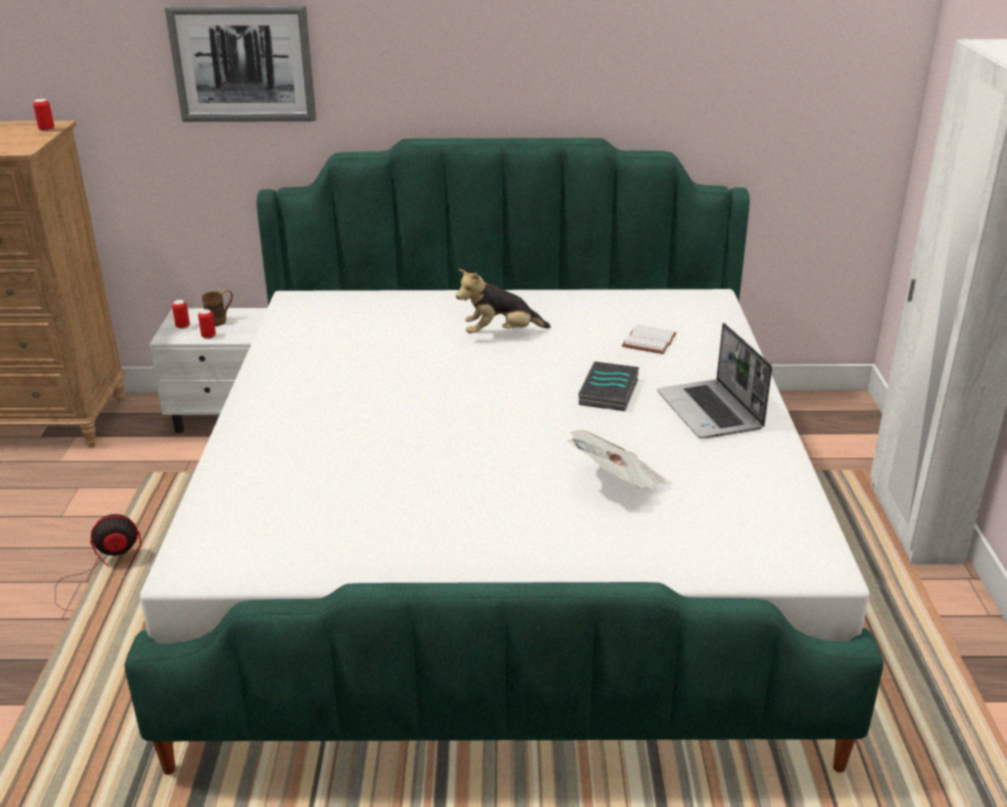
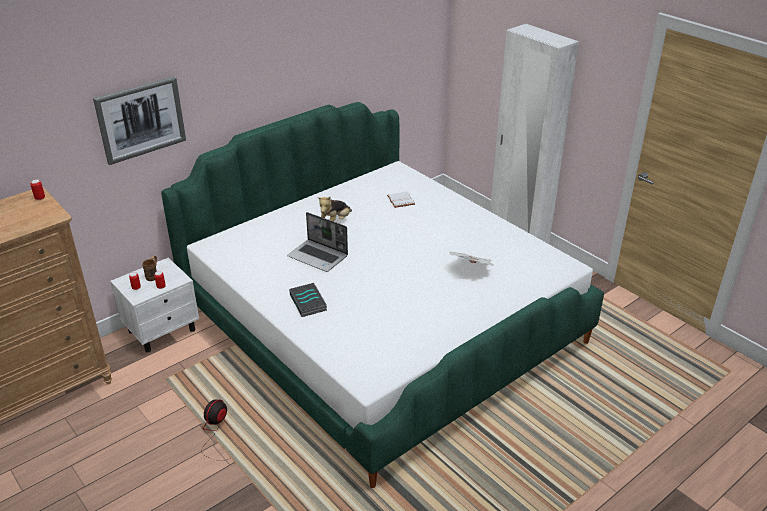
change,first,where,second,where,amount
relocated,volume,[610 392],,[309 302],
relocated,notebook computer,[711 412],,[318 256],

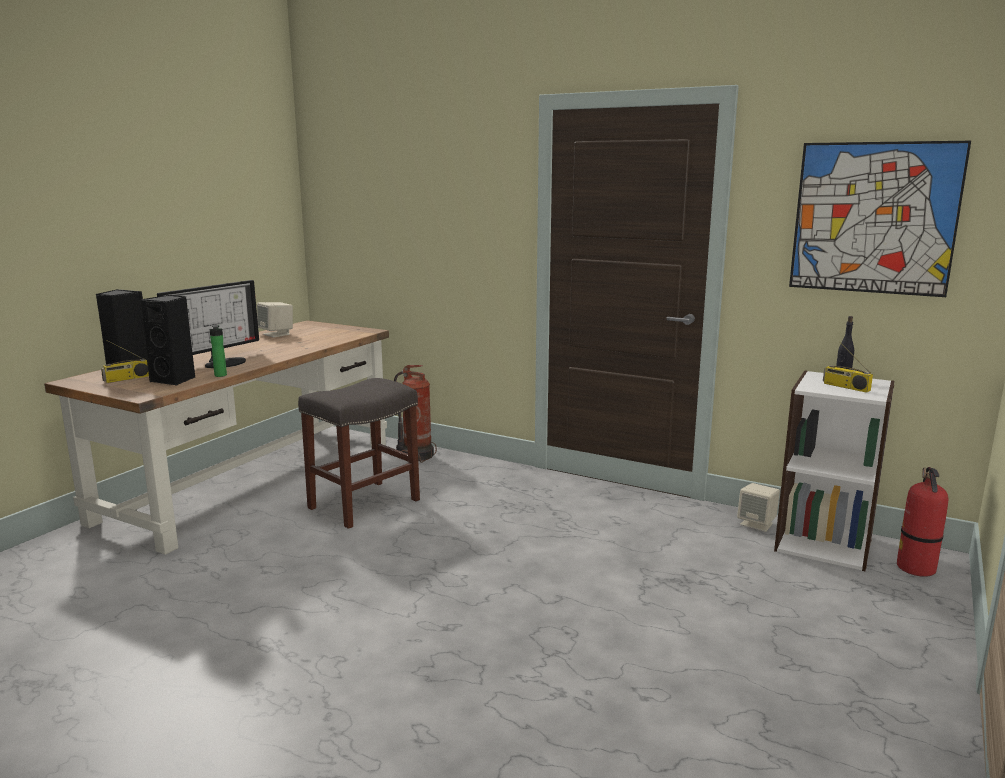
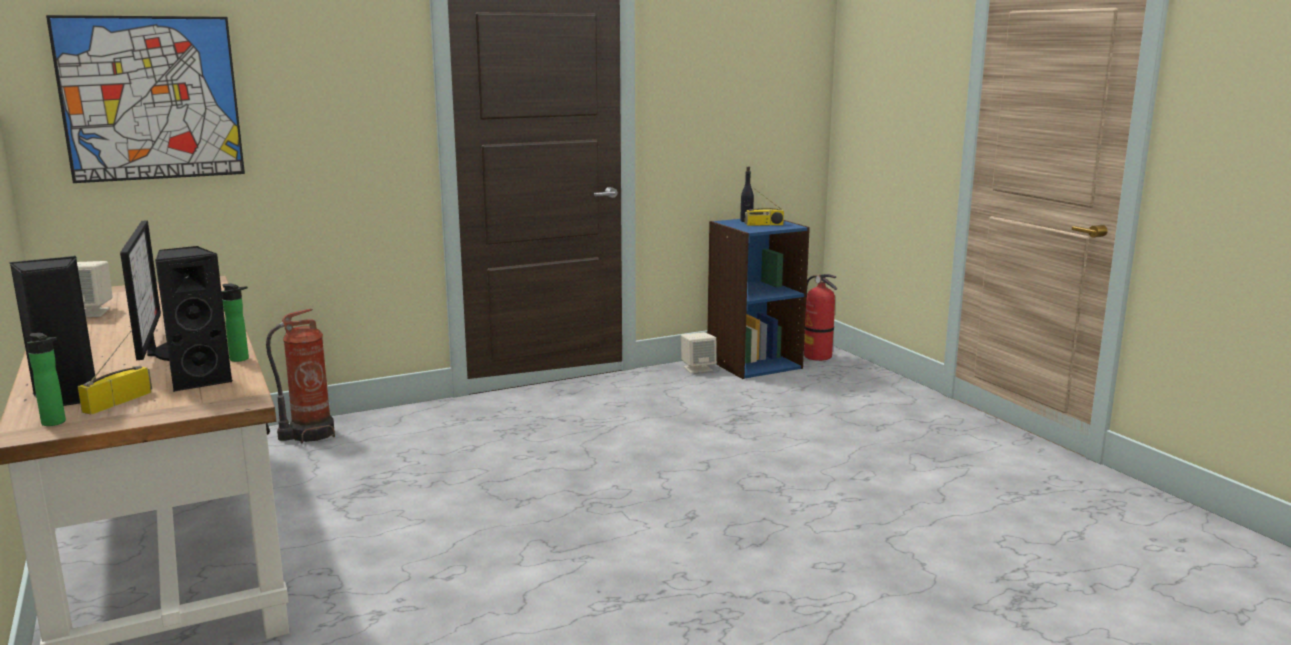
change,first,where,second,where,amount
spun,radio,[126 379],,[118 401],150 degrees counterclockwise
missing,grey sitting stool,[363 504],,,
colour,white shelving unit,[824 543],blue shelving unit,[753 363],
relocated,wall art,[874 218],,[151 98],
appeared,,,beverage bottle,[56 423],

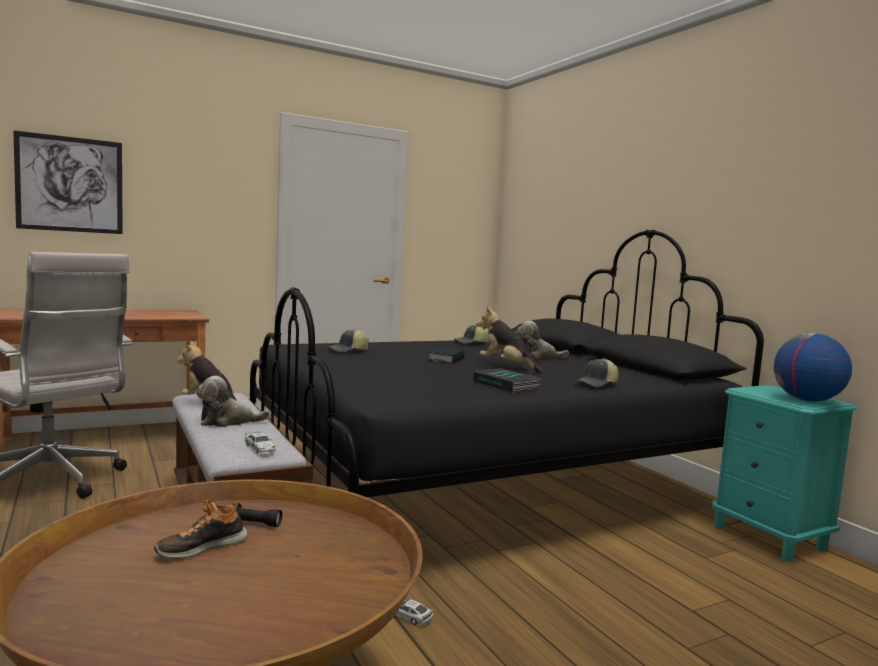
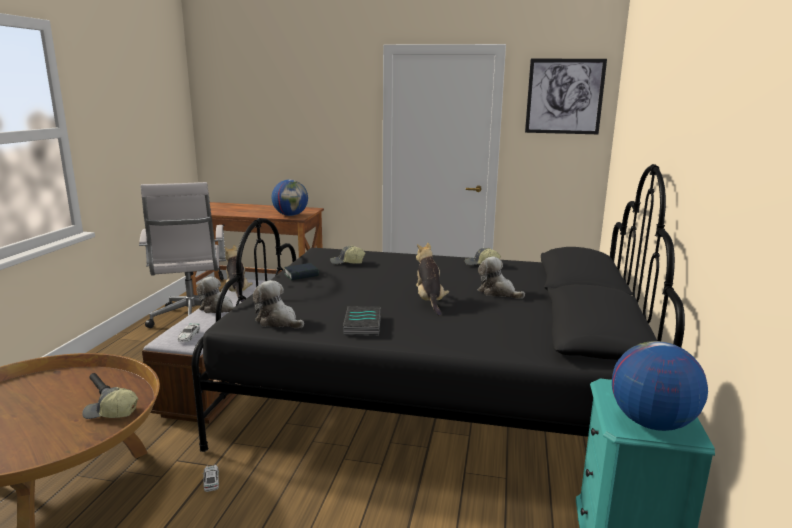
change,first,where,second,where,amount
relocated,wall art,[70 184],,[564 96],
missing,low shoe,[201 547],,,
relocated,volume,[446 360],,[301 275],
relocated,baseball cap,[597 384],,[111 413],
appeared,,,soft toy,[278 321],
appeared,,,globe,[290 215],

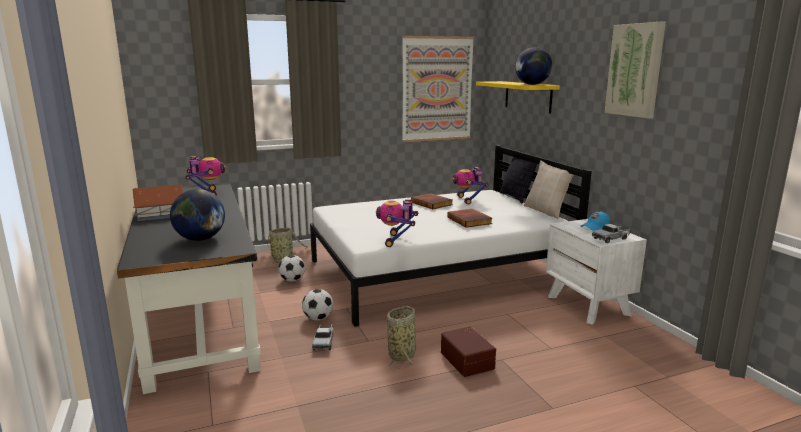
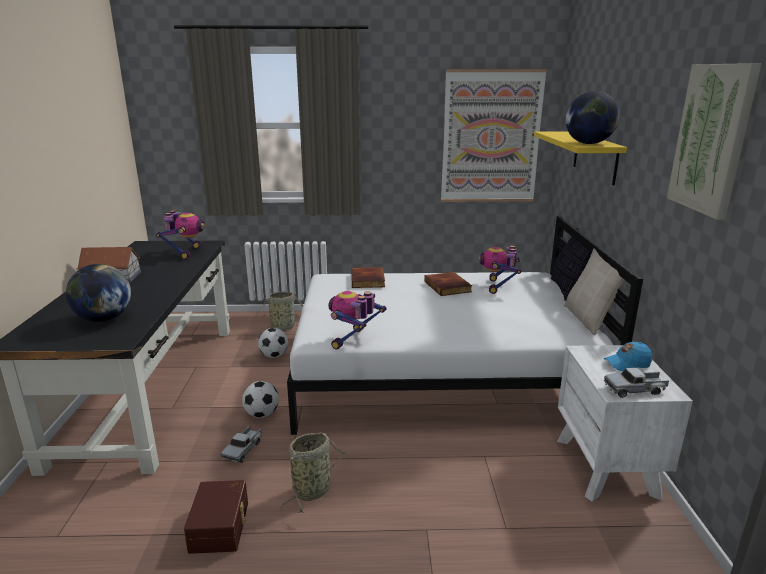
change,first,where,second,where,amount
relocated,brownish storage container,[468 360],,[221 526],
relocated,volume,[470 220],,[368 280],

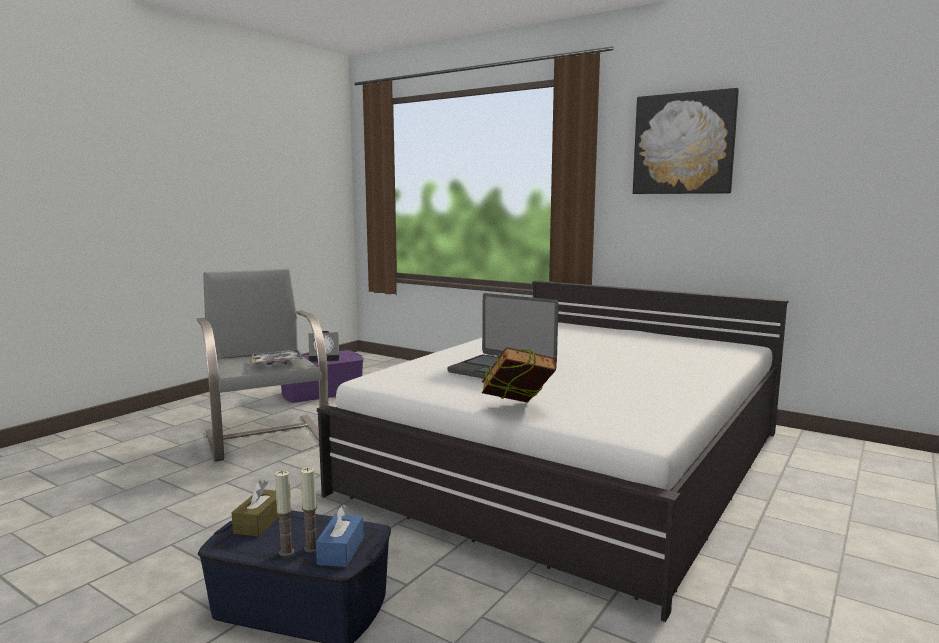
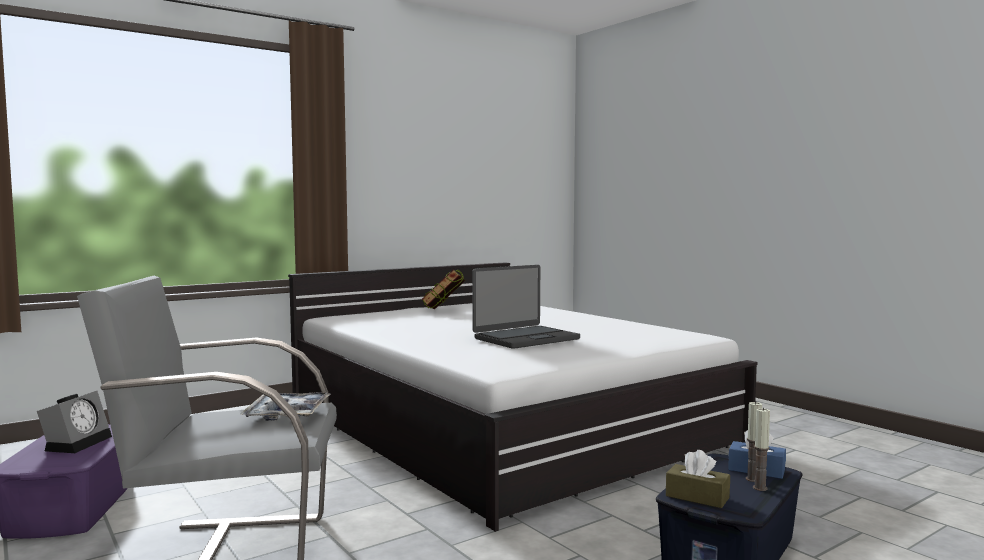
change,first,where,second,where,amount
relocated,volume,[517 409],,[444 311],
missing,wall art,[684 144],,,

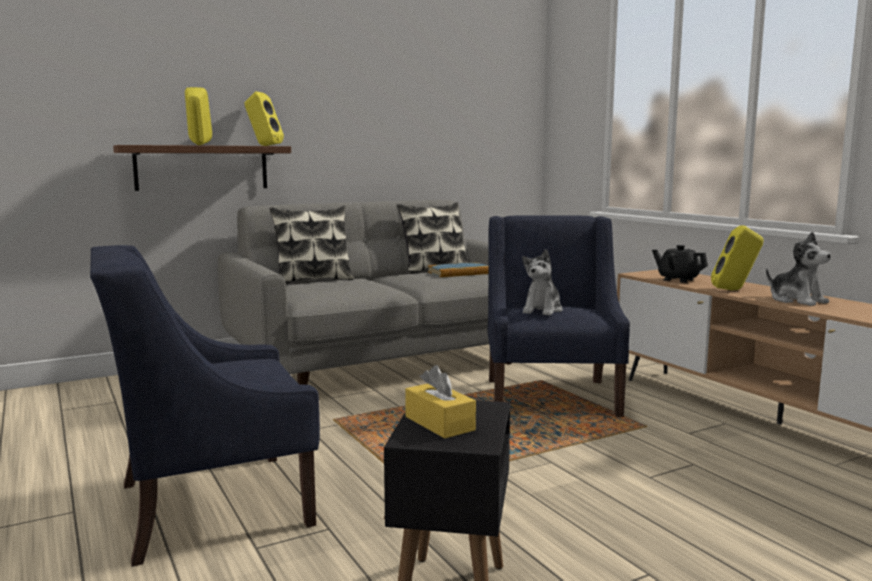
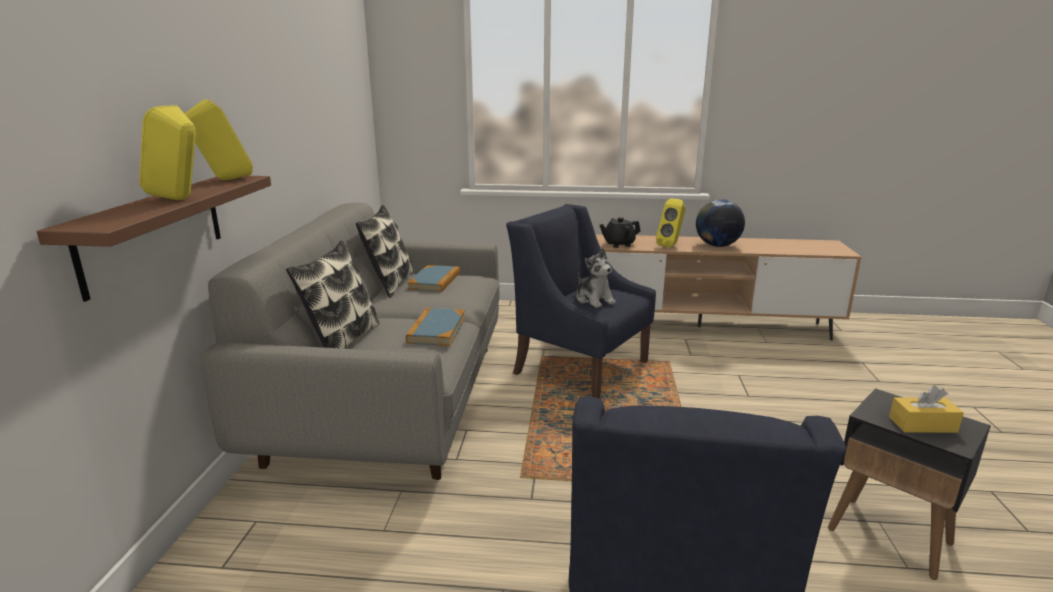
change,first,where,second,where,amount
exchanged,soft toy,[796 300],globe,[717 246],
appeared,,,volume,[436 330],

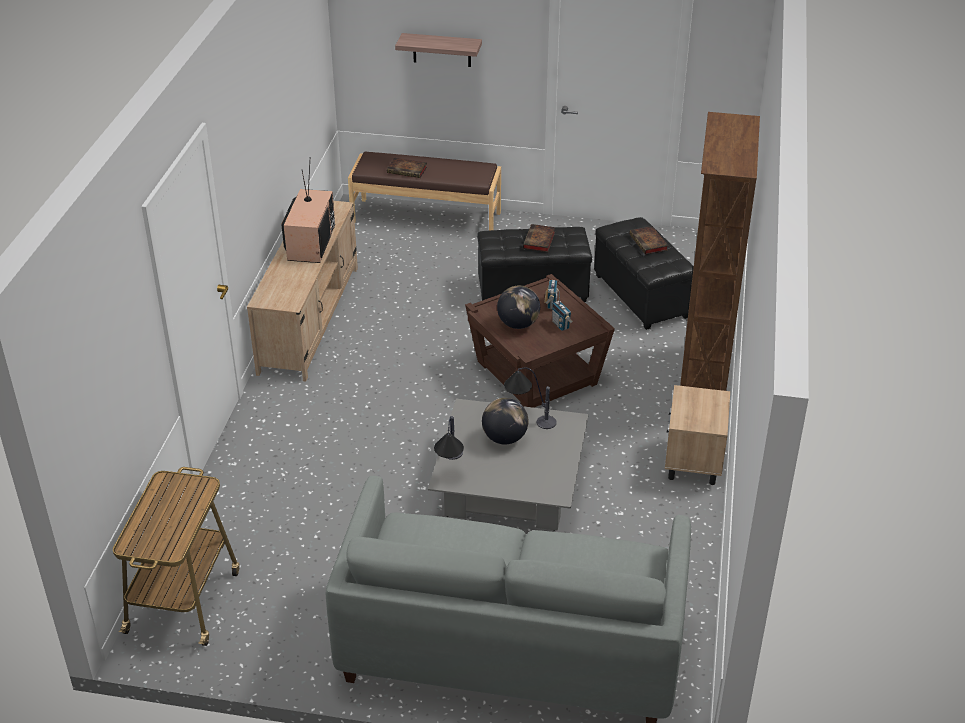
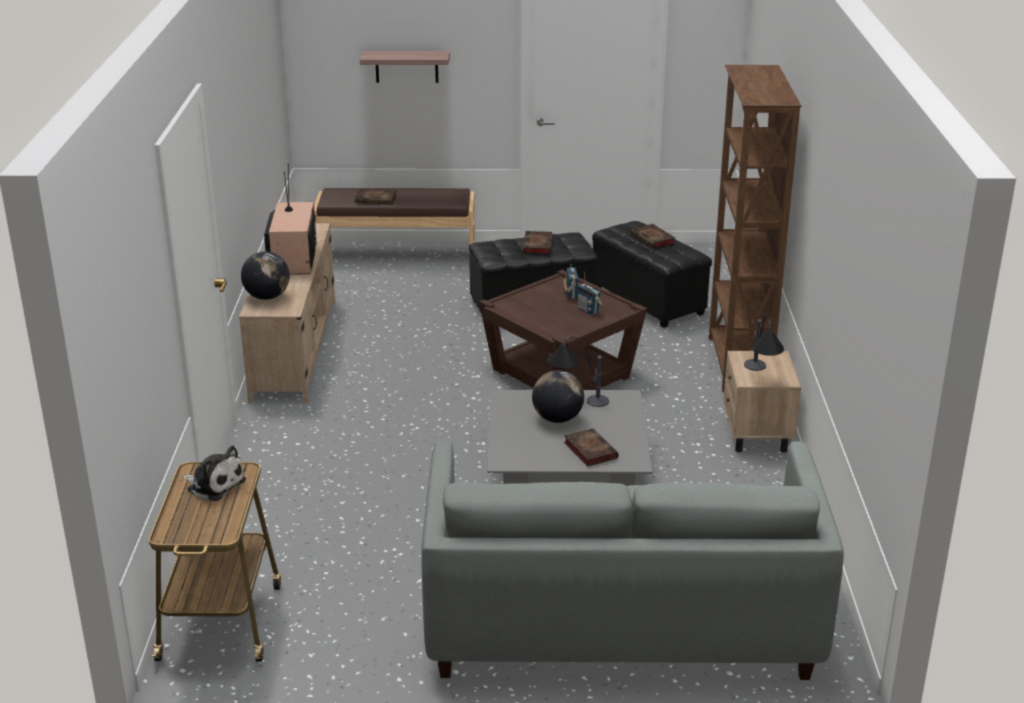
change,first,where,second,where,amount
relocated,table lamp,[450 467],,[761 376],
relocated,globe,[518 324],,[267 297],
appeared,,,soft toy,[214 484],
appeared,,,volume,[589 450],

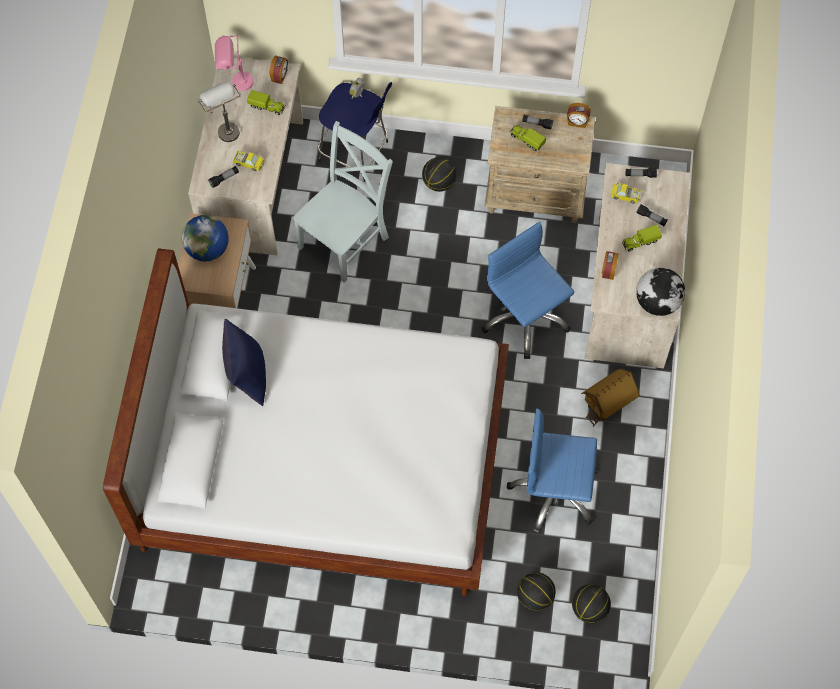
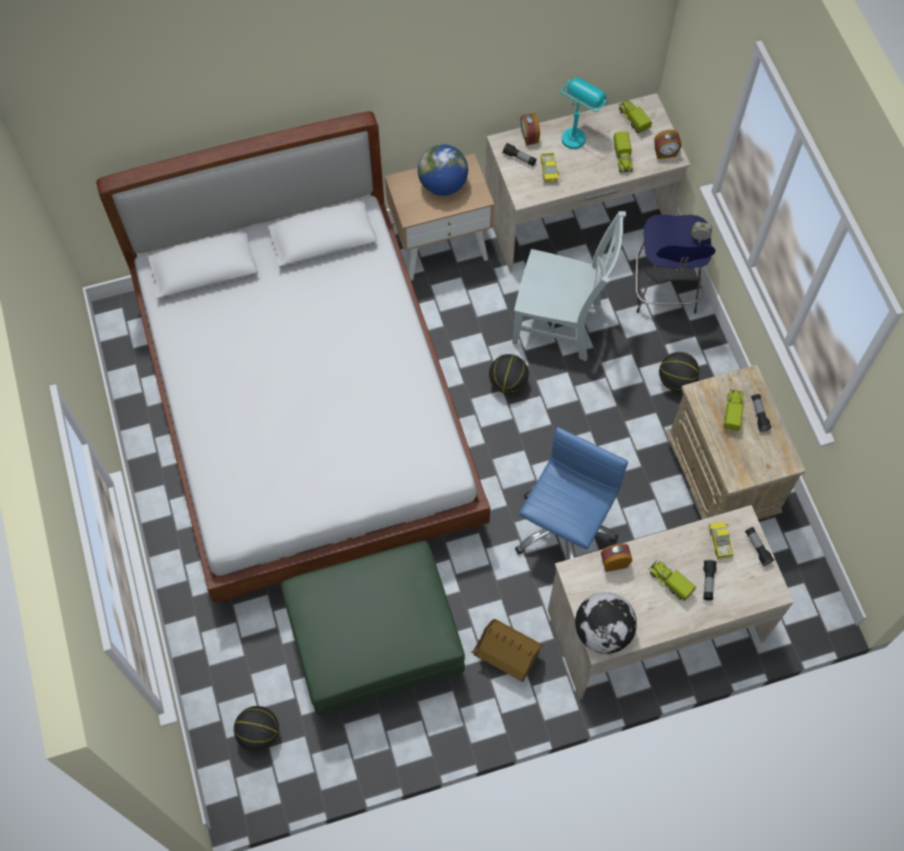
change,first,where,second,where,amount
colour,grey table lamp,[224 127],blue-green table lamp,[577 133],
exchanged,pink-coloured table lamp,[235 83],model truck,[633 120],
missing,blue pillow,[247 376],,,
exchanged,blue office chair,[554 492],green footrest,[375 643],
relocated,basketball ball,[535 597],,[507 383],
relocated,bedside clock,[577 122],,[529 136],

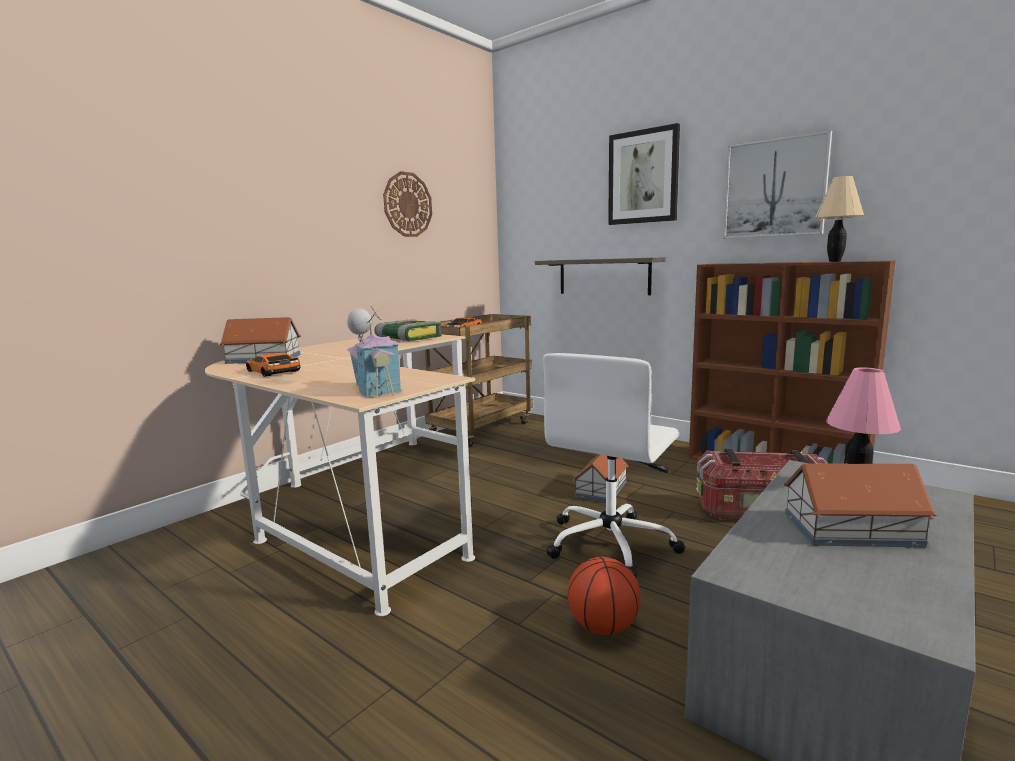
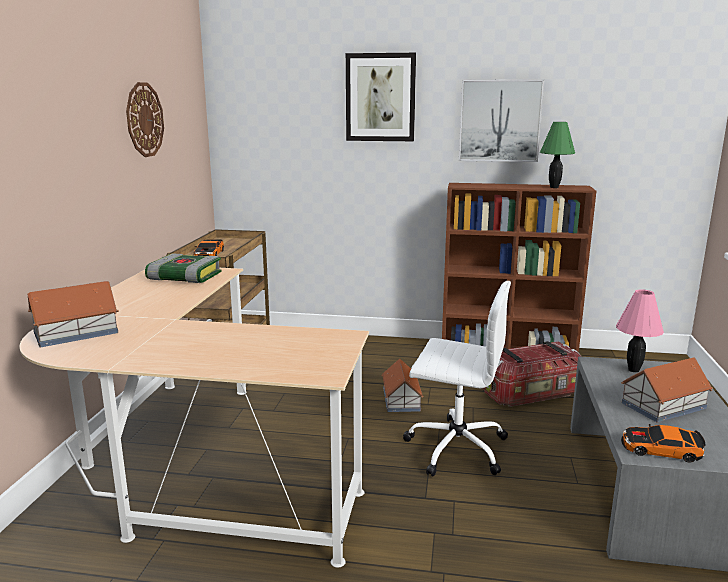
change,first,where,second,where,amount
relocated,miniature car,[271 371],,[661 449],
missing,model house,[375 389],,,
missing,bracket shelf,[603 276],,,
spun,white office chair,[611 543],,[455 447],75 degrees counterclockwise
missing,basketball ball,[603 627],,,
colour,sand-coloured table lamp,[834 261],green table lamp,[554 187],

